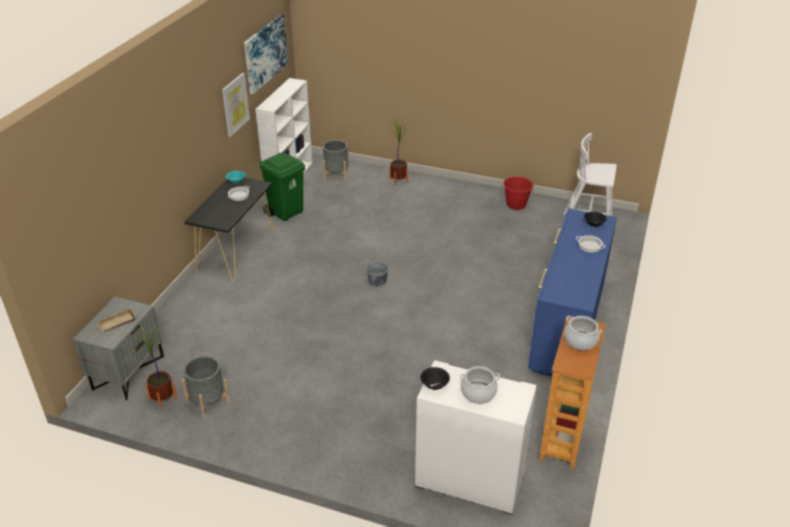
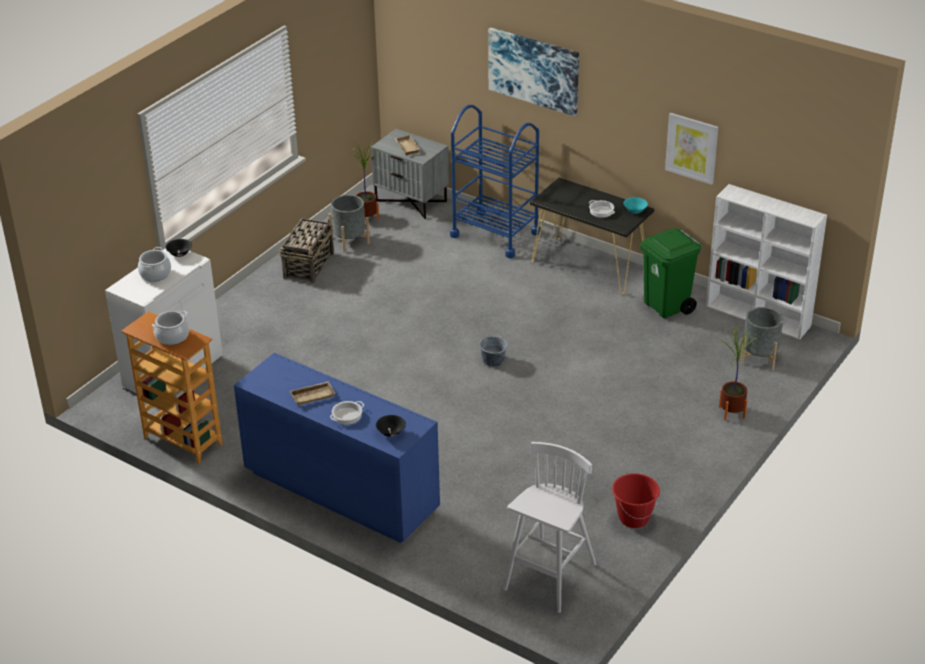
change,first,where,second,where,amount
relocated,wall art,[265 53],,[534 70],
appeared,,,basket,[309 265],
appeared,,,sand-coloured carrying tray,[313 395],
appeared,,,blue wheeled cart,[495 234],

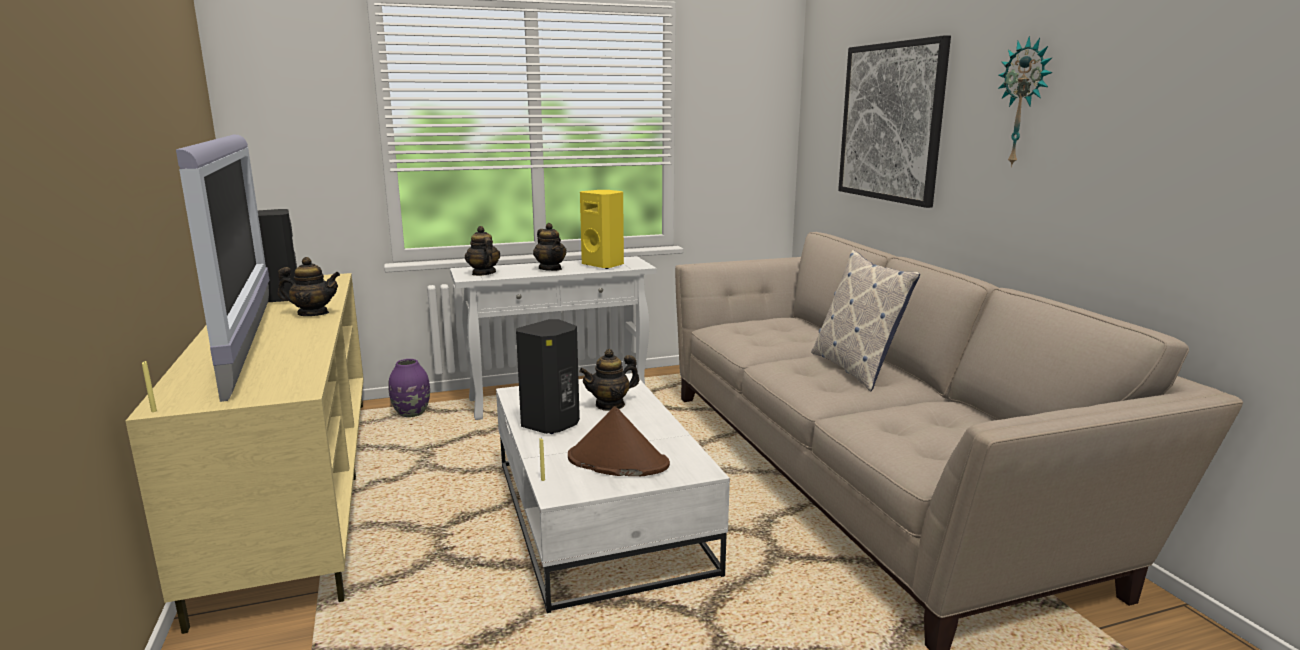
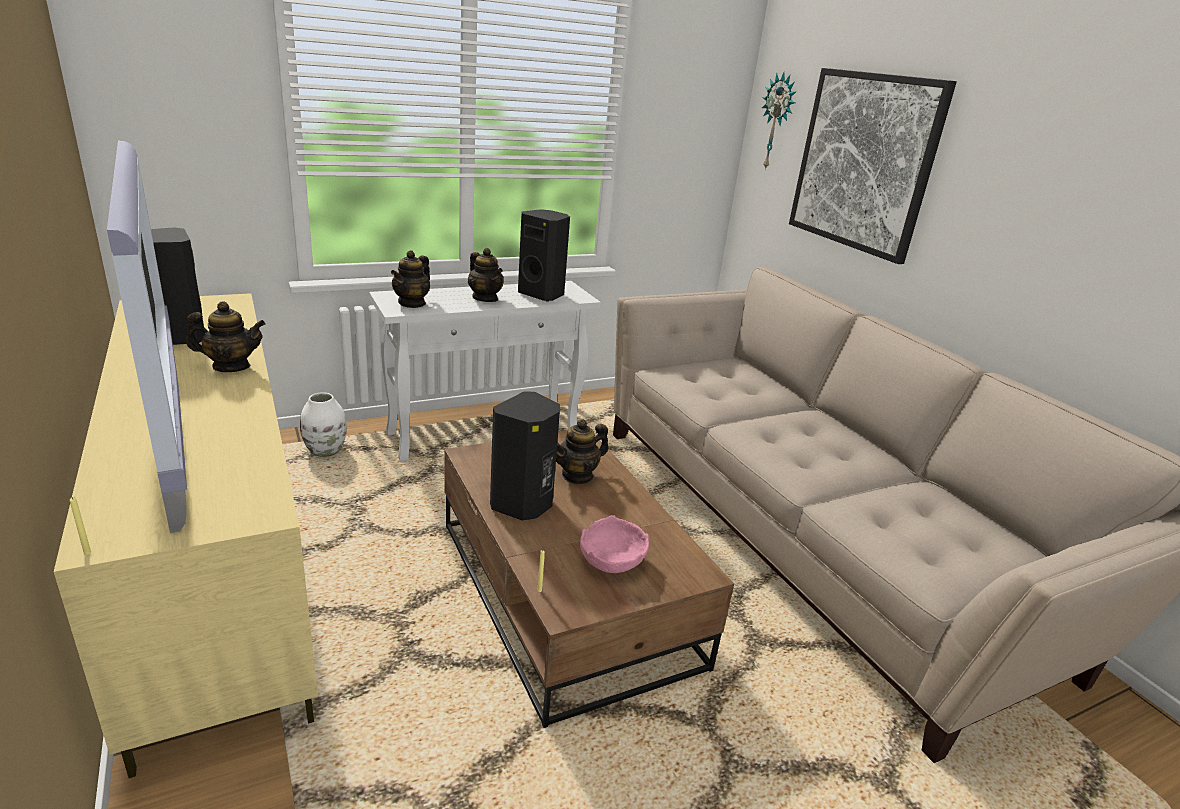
change,first,where,second,where,amount
colour,purplish decorative vase,[412 413],white decorative vase,[326 451],
spun,tea pot,[483 273],,[412 303],120 degrees counterclockwise
colour,white low table,[600 516],brownish low table,[567 593],
exchanged,brownish wearable hat,[617 461],pink-coloured serving bowl,[611 561],
colour,yellow audio speaker,[604 265],black-coloured audio speaker,[542 294],
missing,pillow,[856 369],,,
relocated,hanging clock,[1024 103],,[777 122],

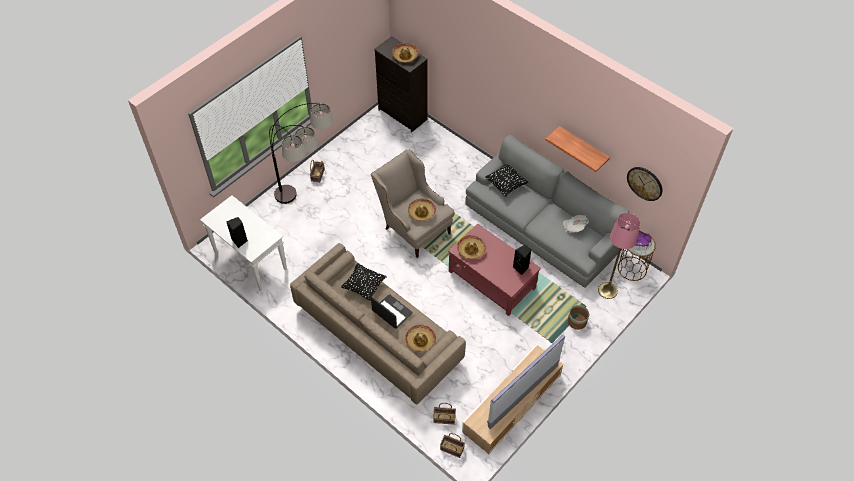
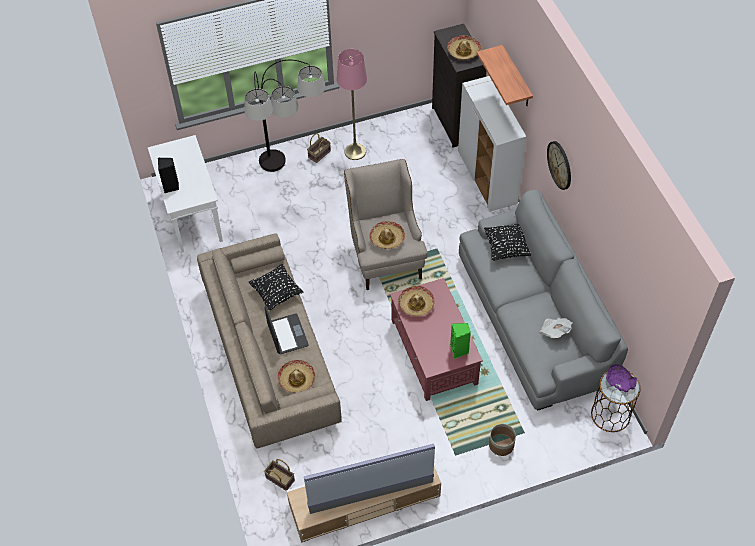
change,first,where,second,where,amount
missing,basket,[451 449],,,
colour,black-coloured audio speaker,[521 268],green audio speaker,[459 350],
relocated,bracket shelf,[583 147],,[516 78],
relocated,pink-coloured floor lamp,[607 290],,[355 151],
relocated,hanging clock,[645 183],,[560 165],
appeared,,,white storage cabinet,[487 178],

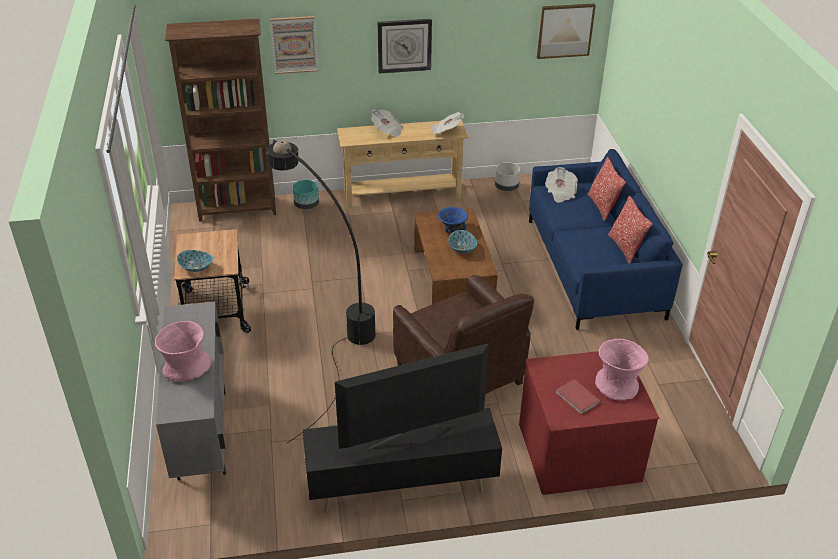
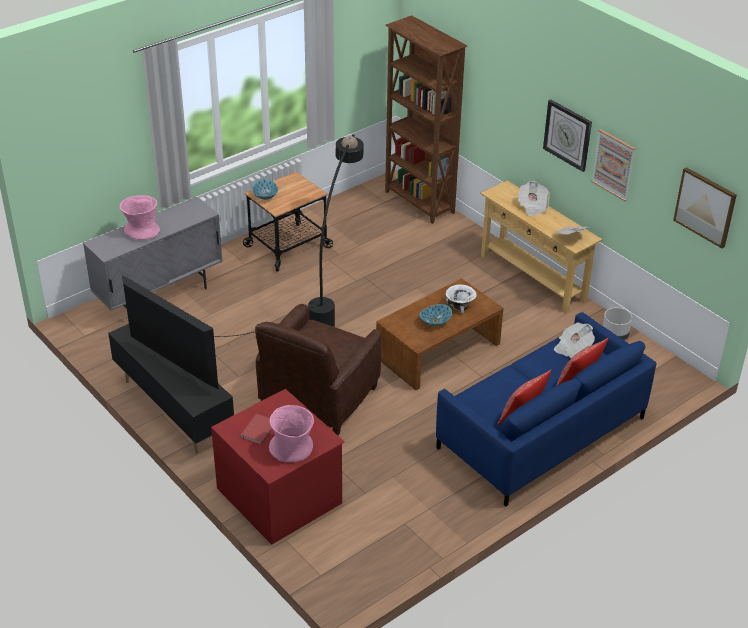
change,first,where,second,where,amount
relocated,wall art,[294 44],,[613 164],
missing,blue-green plant pot,[306 205],,,
colour,blue serving bowl,[452 228],white serving bowl,[460 306],

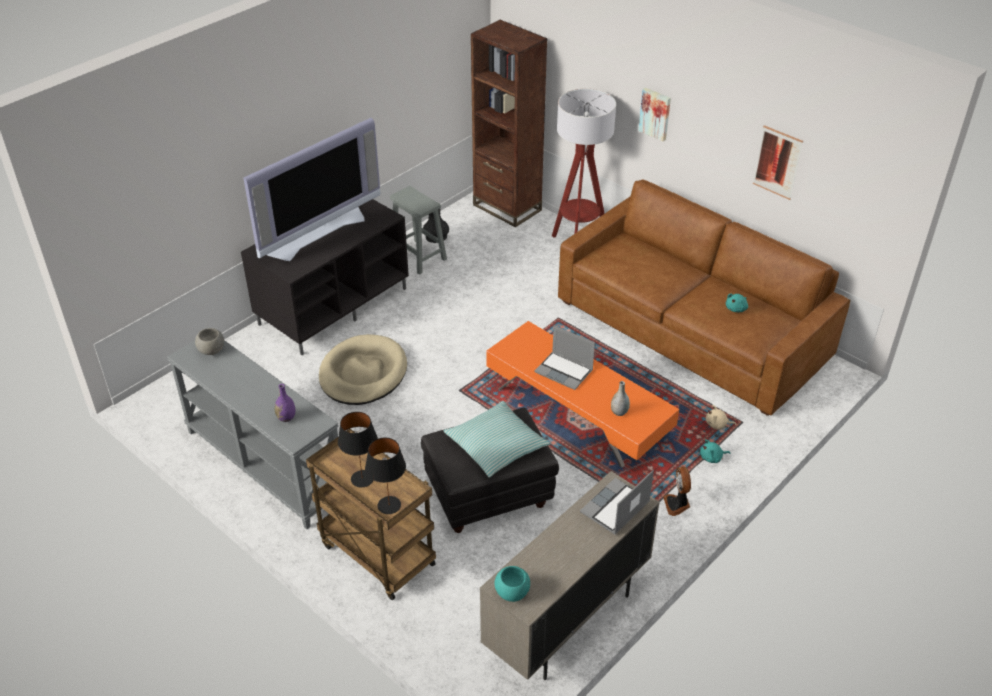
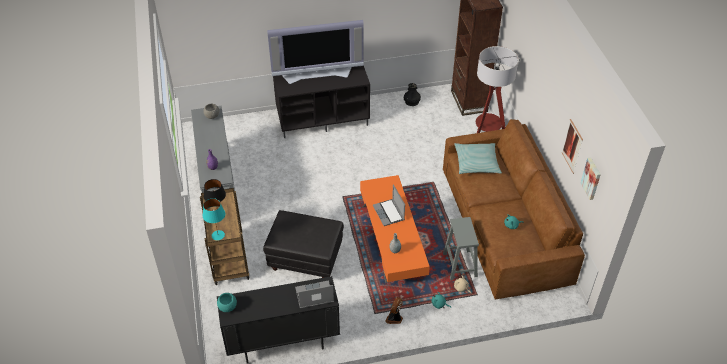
change,first,where,second,where,amount
missing,sand-coloured pet bed,[363 373],,,
colour,black-coloured table lamp,[389 505],blue-green table lamp,[218 235],
relocated,grey sitting stool,[419 257],,[460 265],
relocated,pillow,[496 446],,[476 162],
colour,sand-coloured storage cabinet,[567 622],black-coloured storage cabinet,[282 343],
relocated,wall art,[655 113],,[592 178],

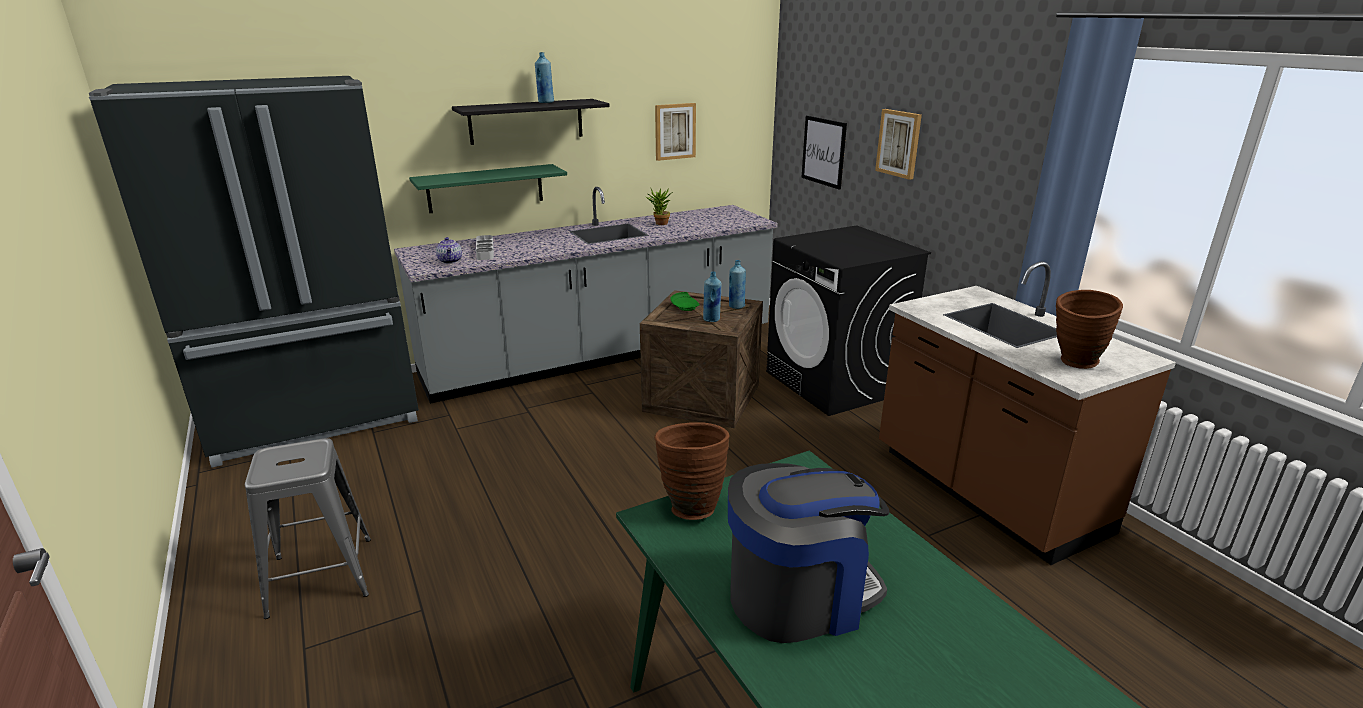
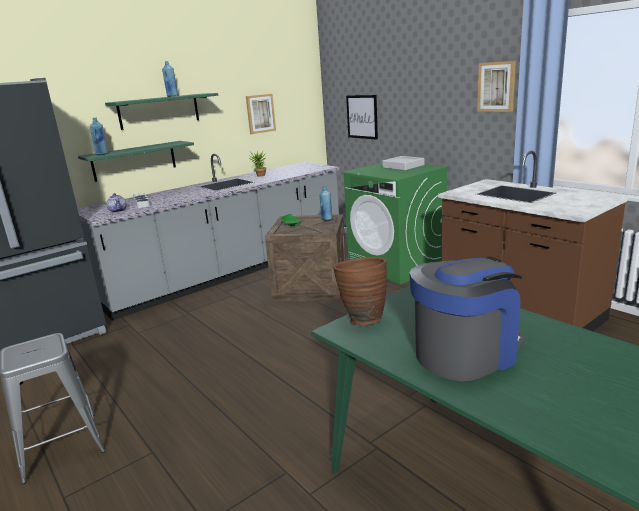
change,first,where,second,where,amount
colour,black-coloured bracket shelf,[526 121],green bracket shelf,[159 111],
relocated,blue beverage bottle,[711 319],,[102 154],
colour,black-coloured laundry machine,[835 382],green laundry machine,[397 265],
relocated,wall art,[899 143],,[496 86],
missing,brownish decorative vase,[1074 364],,,
appeared,,,grey carrying tray,[403 166],

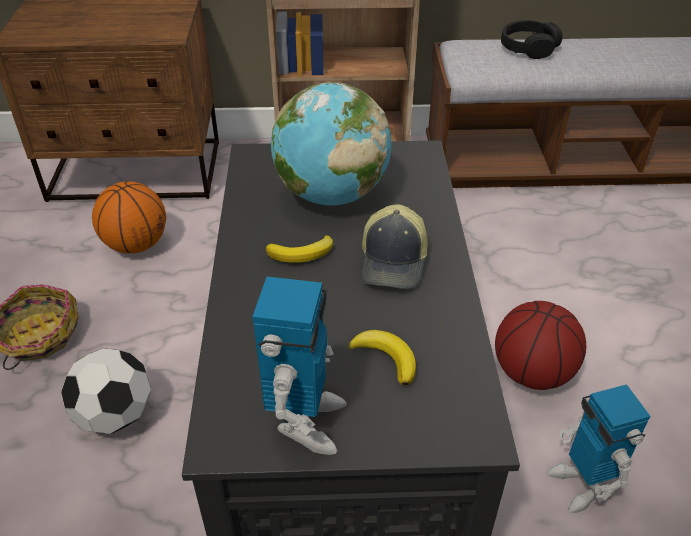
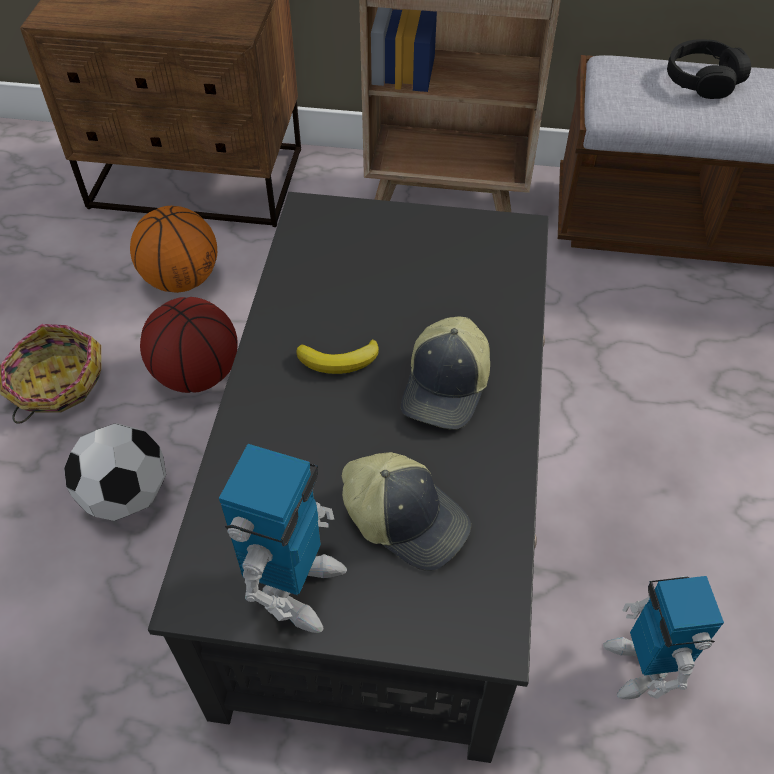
change,first,where,second,where,amount
missing,globe,[331 194],,,
exchanged,banana fruit,[386 358],baseball cap,[406 518],
relocated,basketball ball,[532 372],,[197 373],

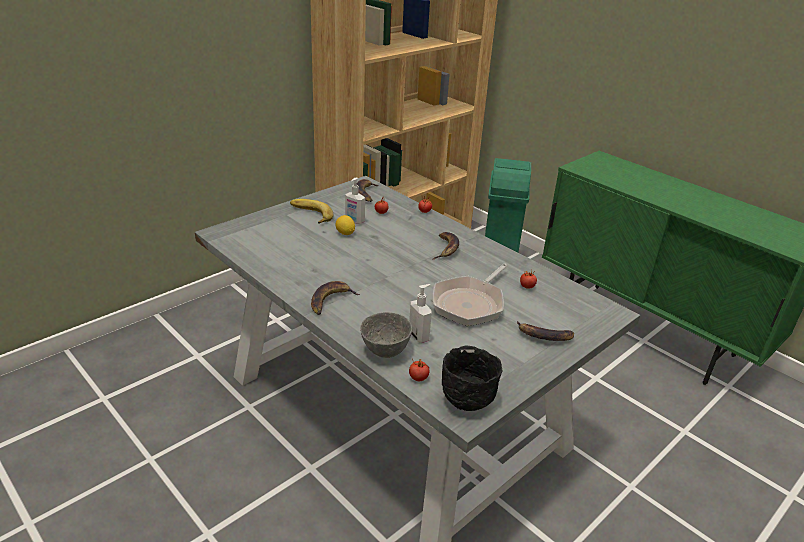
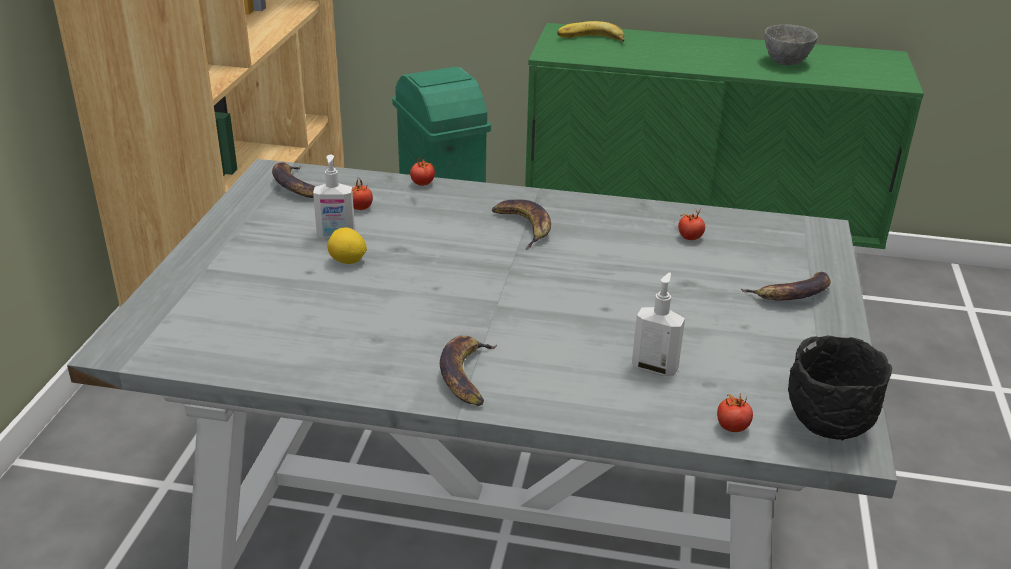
change,first,where,second,where,amount
relocated,banana fruit,[309 215],,[591 40],
relocated,grey serving bowl,[386 352],,[786 63],
missing,pan,[470 303],,,

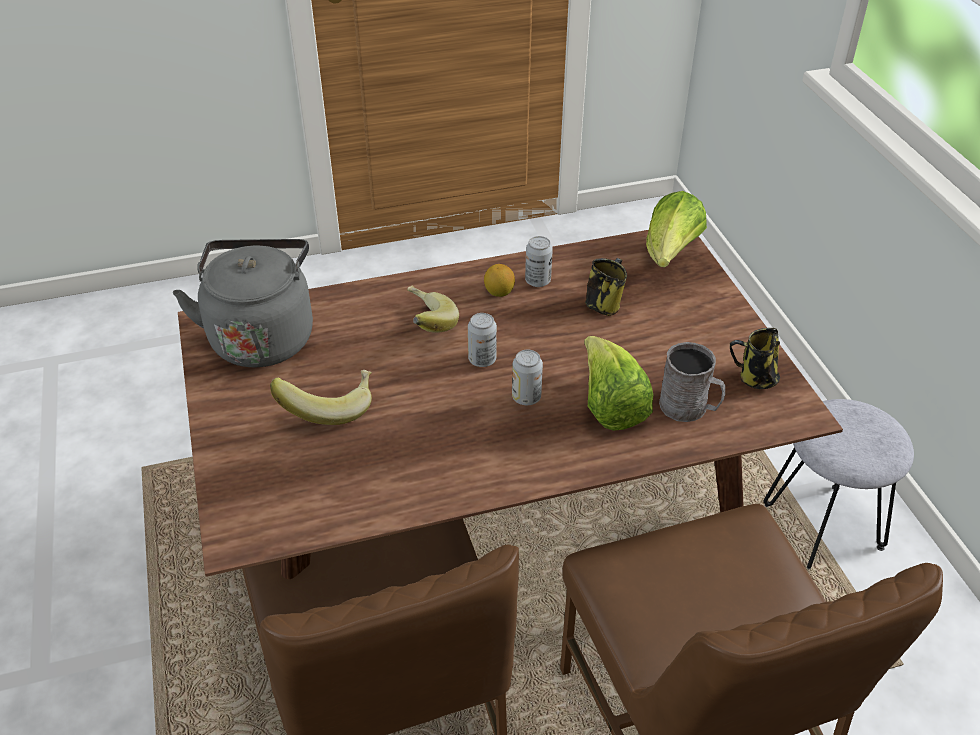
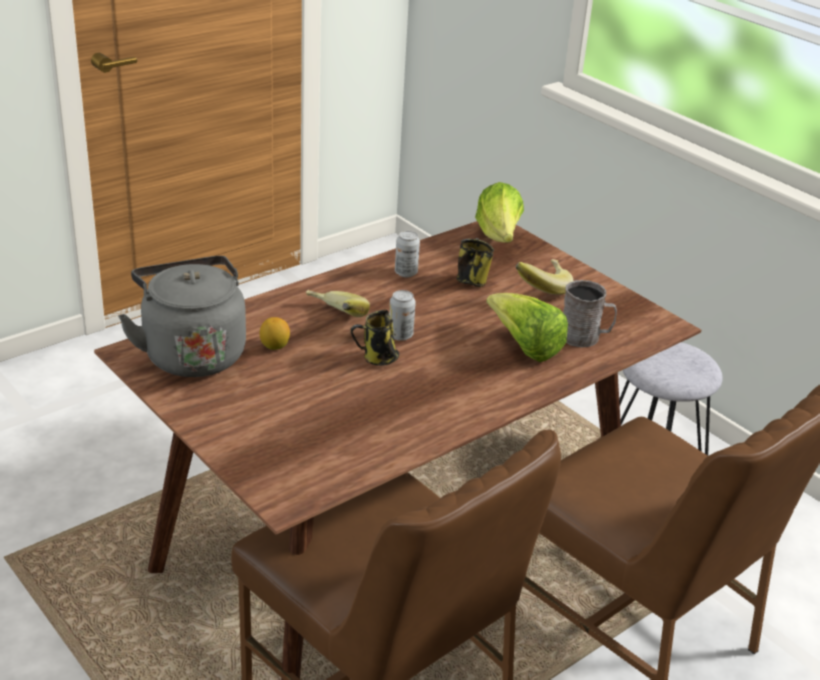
change,first,where,second,where,amount
relocated,banana fruit,[329 407],,[540 289],
relocated,citrus fruit,[499 292],,[274 346],
missing,metal can,[526 397],,,
relocated,coffee mug,[755 378],,[377 359],

